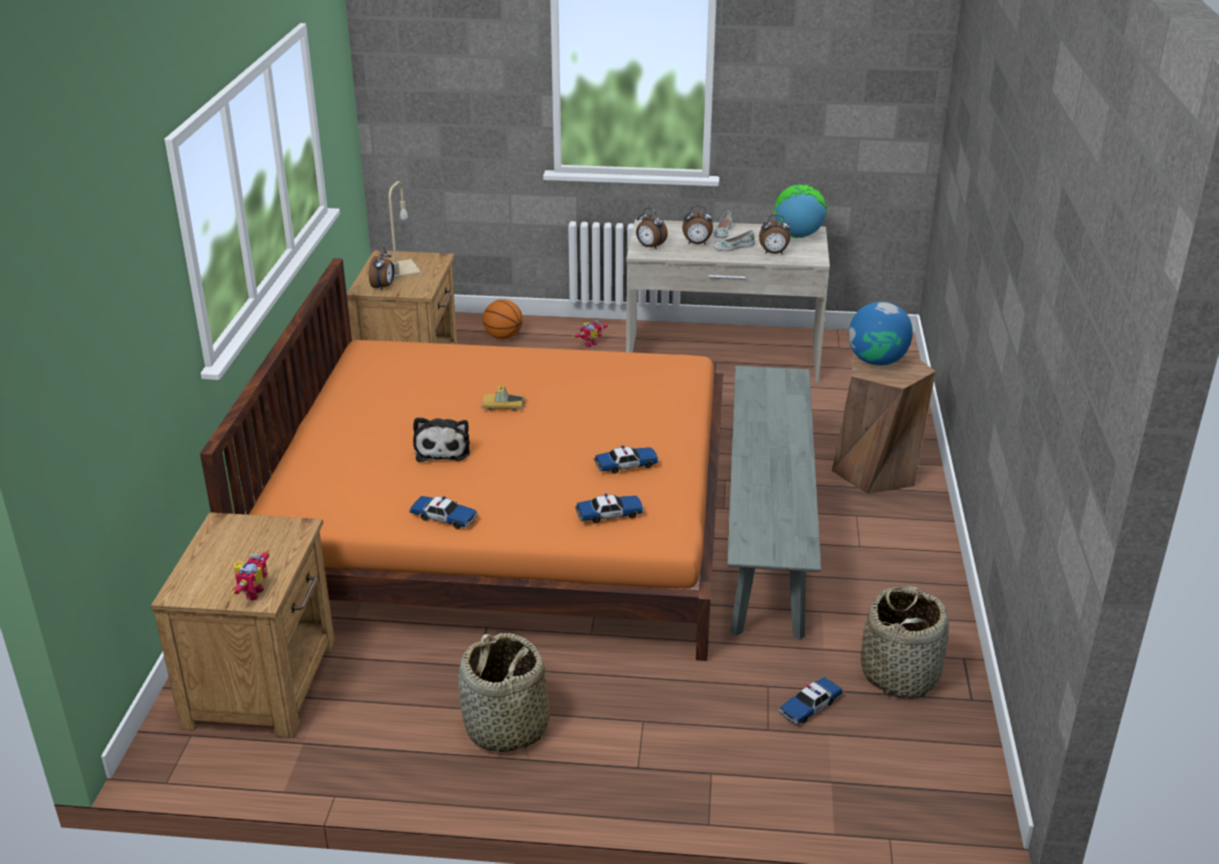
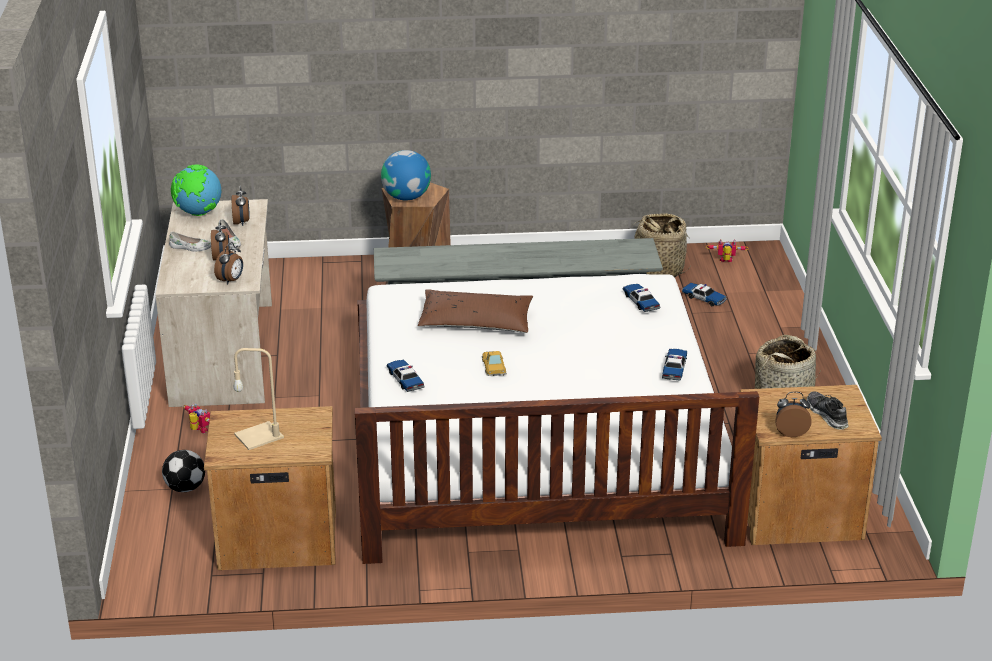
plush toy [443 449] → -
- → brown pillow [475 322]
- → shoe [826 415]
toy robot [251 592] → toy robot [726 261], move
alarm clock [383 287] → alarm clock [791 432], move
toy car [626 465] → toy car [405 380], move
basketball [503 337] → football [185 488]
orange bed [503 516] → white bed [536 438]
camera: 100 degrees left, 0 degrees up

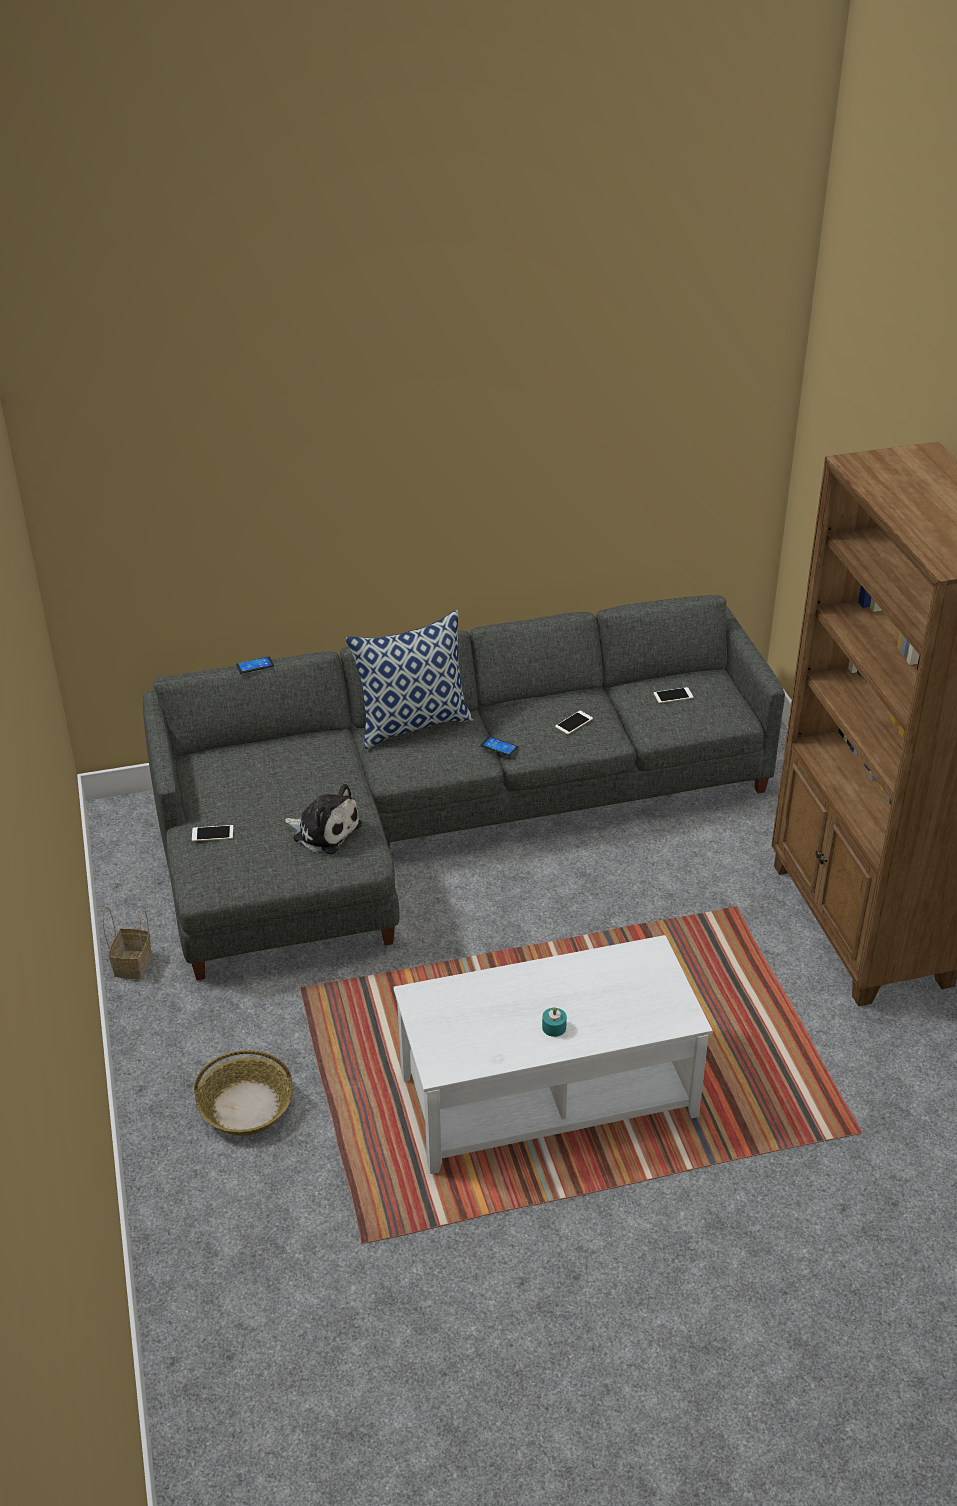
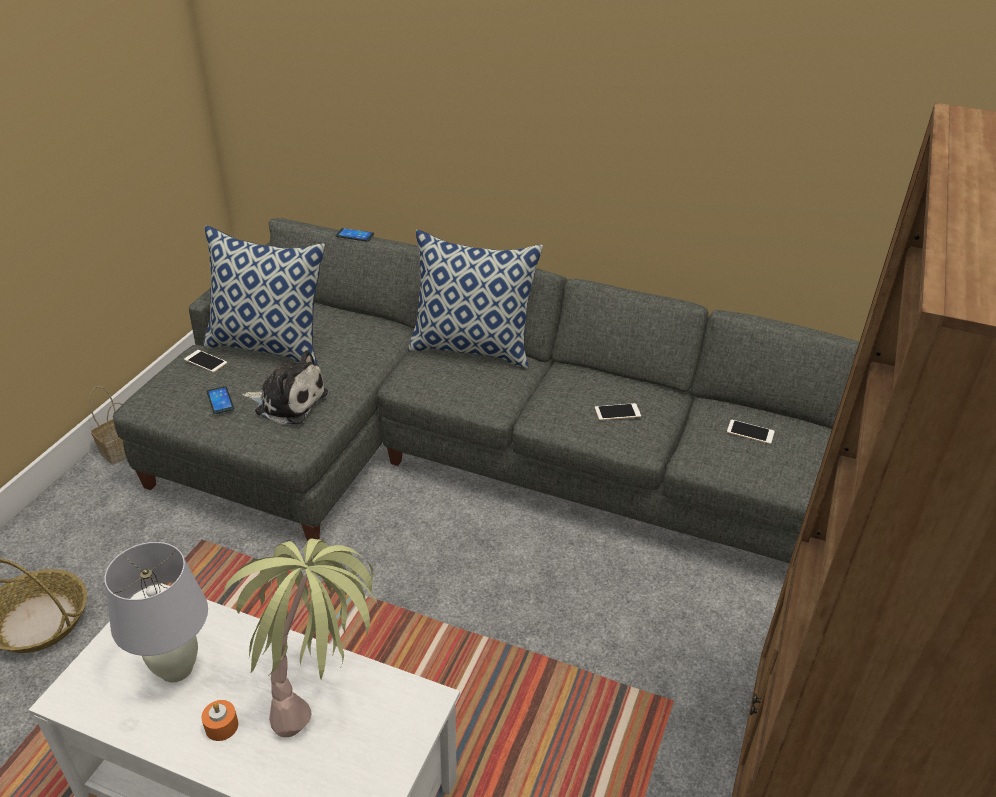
- → white table lamp [176 668]
- → pillow [269 346]
- → potted plant [319 689]
phone [499 747] → phone [220 400], move
turquoise candle [554 1027] → orange candle [221 726]
plush toy [324 831] → plush toy [288 402], 45 degrees counterclockwise
camera: 35 degrees right, 0 degrees up

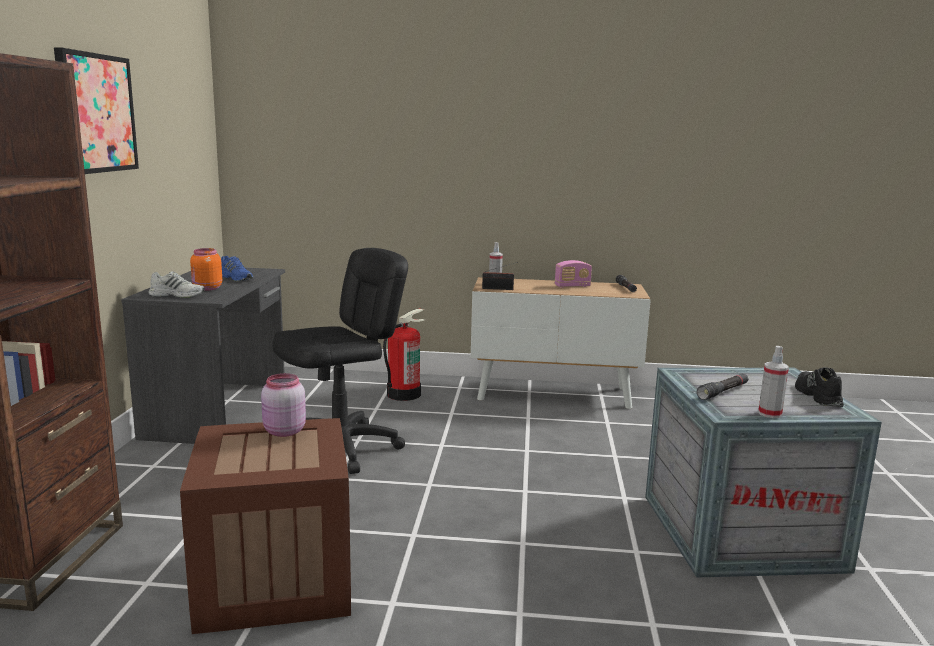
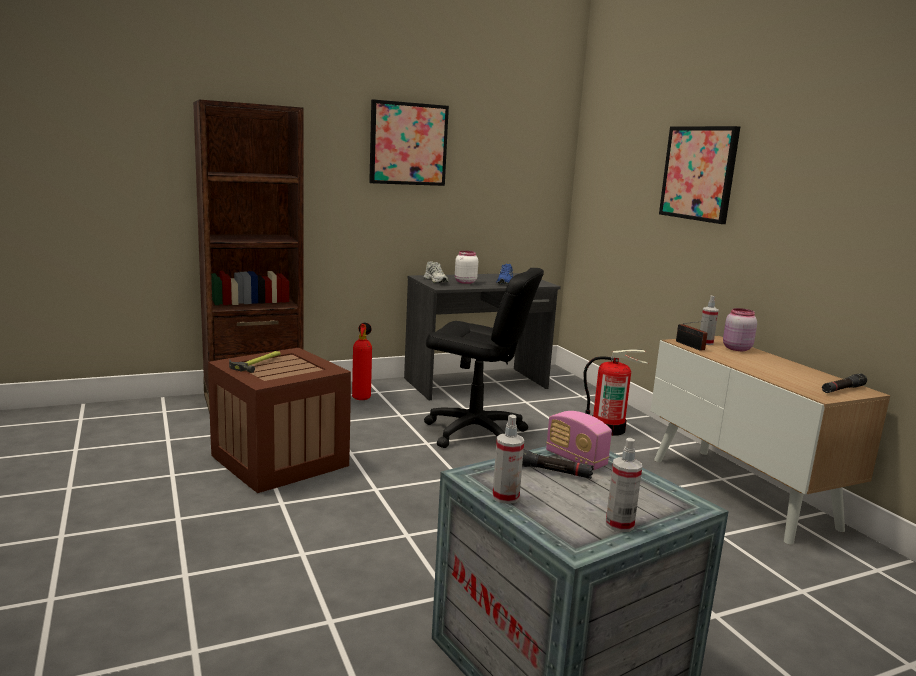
- → hammer [258 363]
- → fire extinguisher [361 397]
- → picture [699 173]
pink jar [283 432] → pink jar [735 348], move
radio [572 286] → radio [576 459], move
black shoe [816 395] → spray bottle [619 524]
orange jar [206 288] → white jar [464 282]
camera: 60 degrees right, 0 degrees up

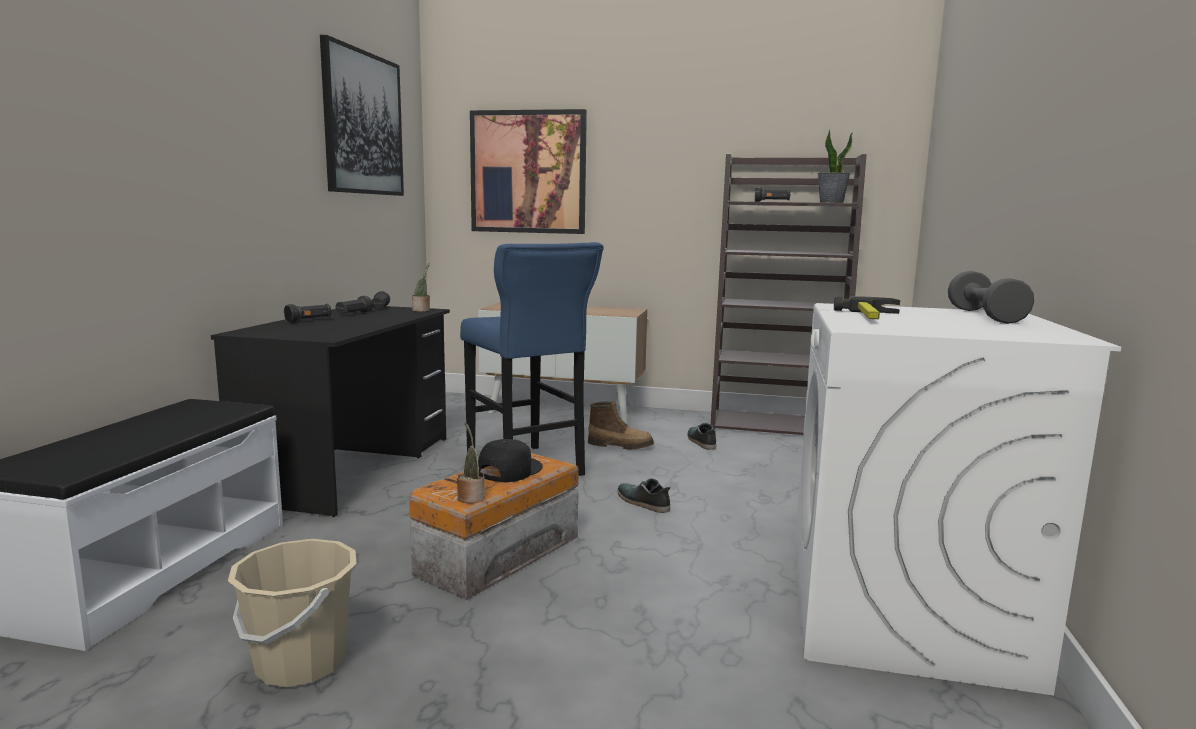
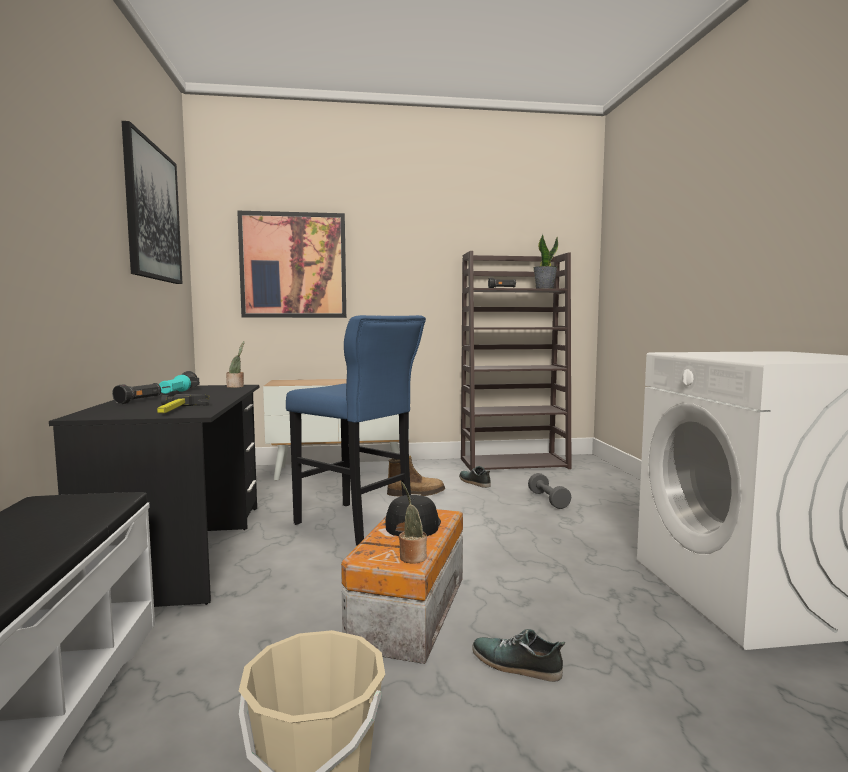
shoe [642 502] → shoe [516 665], move
hammer [871 317] → hammer [178 410], move
grey dumbbell [985 316] → grey dumbbell [548 500], move
black flashlight [353 314] → turquoise flashlight [174 393]
camera: 20 degrees left, 5 degrees down

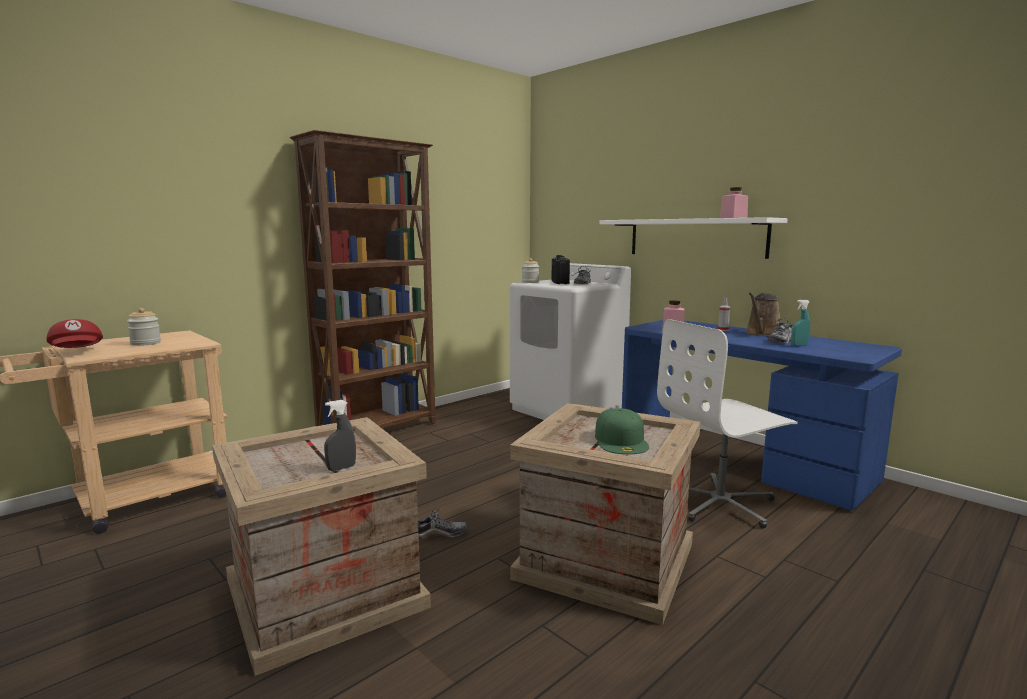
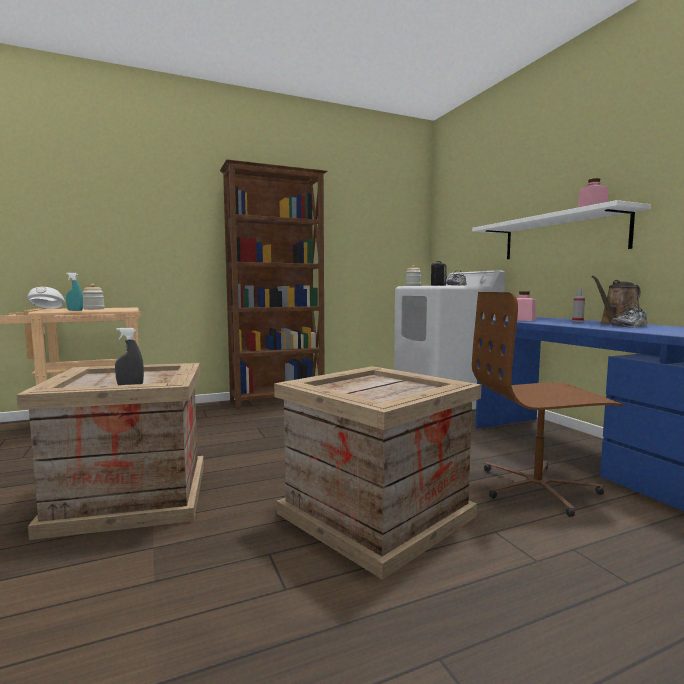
shoe [440 534] → -
green cap [621 441] → -
turquoise spray bottle [799 345] → turquoise spray bottle [75 310], move
red cap [78 351] → white cap [46 309]
white office chair [721 503] → brown office chair [538 488]
camera: 20 degrees right, 5 degrees down

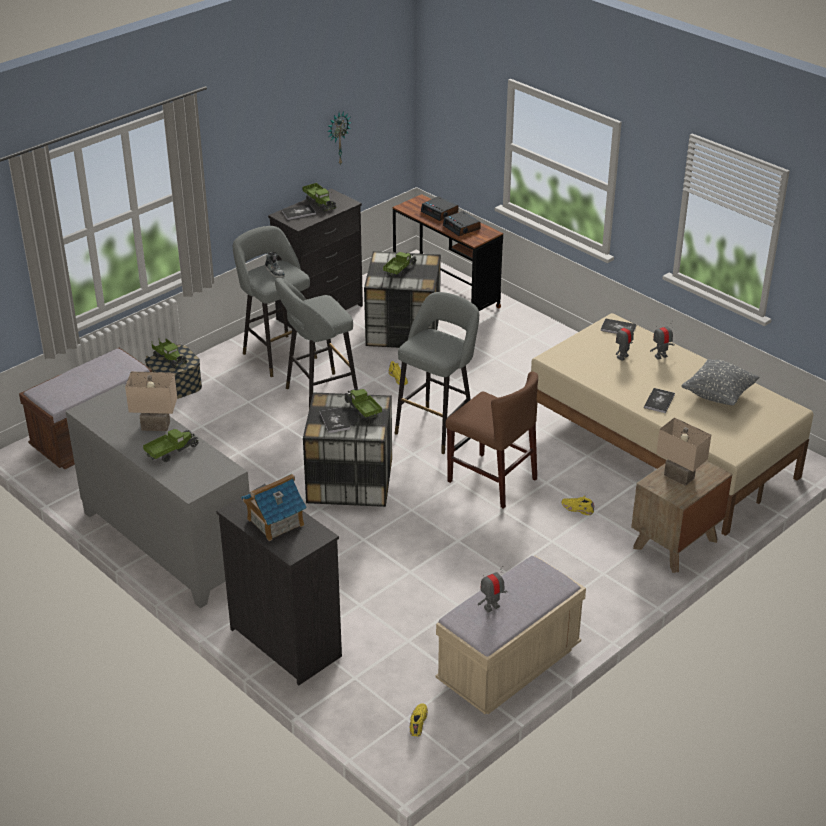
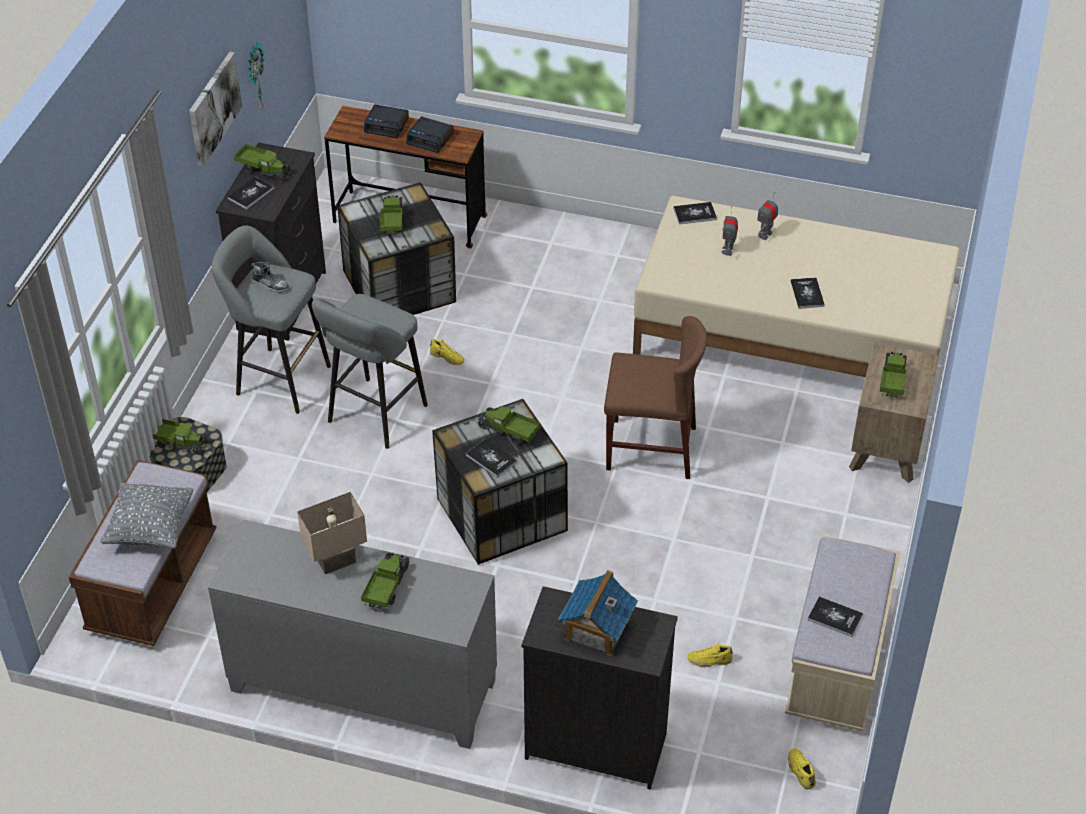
grey stool [437 427] → -
- → picture [213 108]
yellow shoe [577 509] → yellow shoe [709 660], move
grey pillow [718 395] → grey pillow [150 529], move
toy robot [491 607] → book [835 617]
beige table lamp [678 477] → toy truck [892 381]
camera: 30 degrees left, 10 degrees up

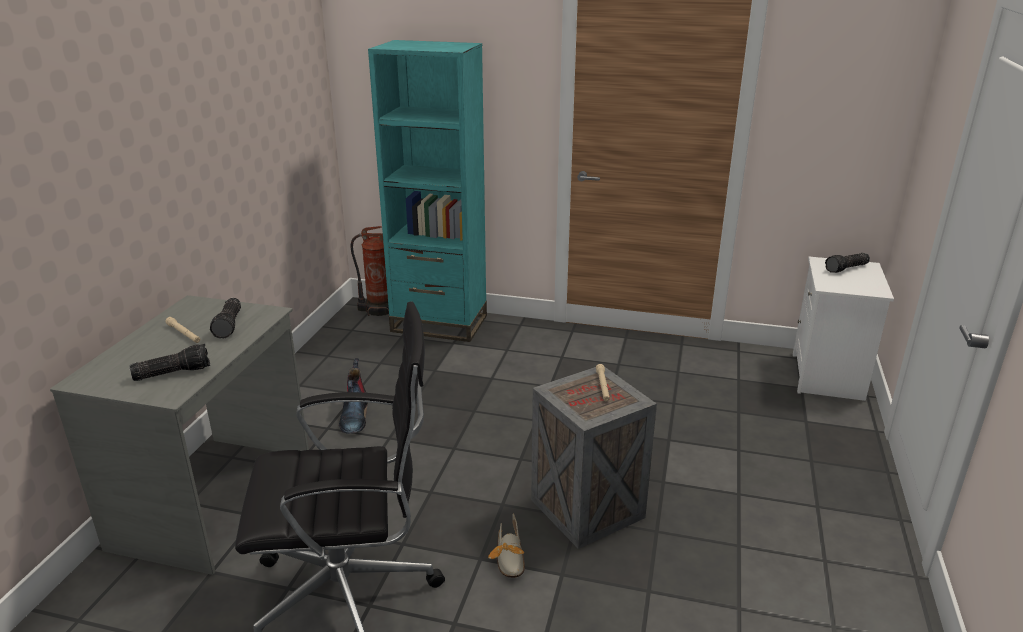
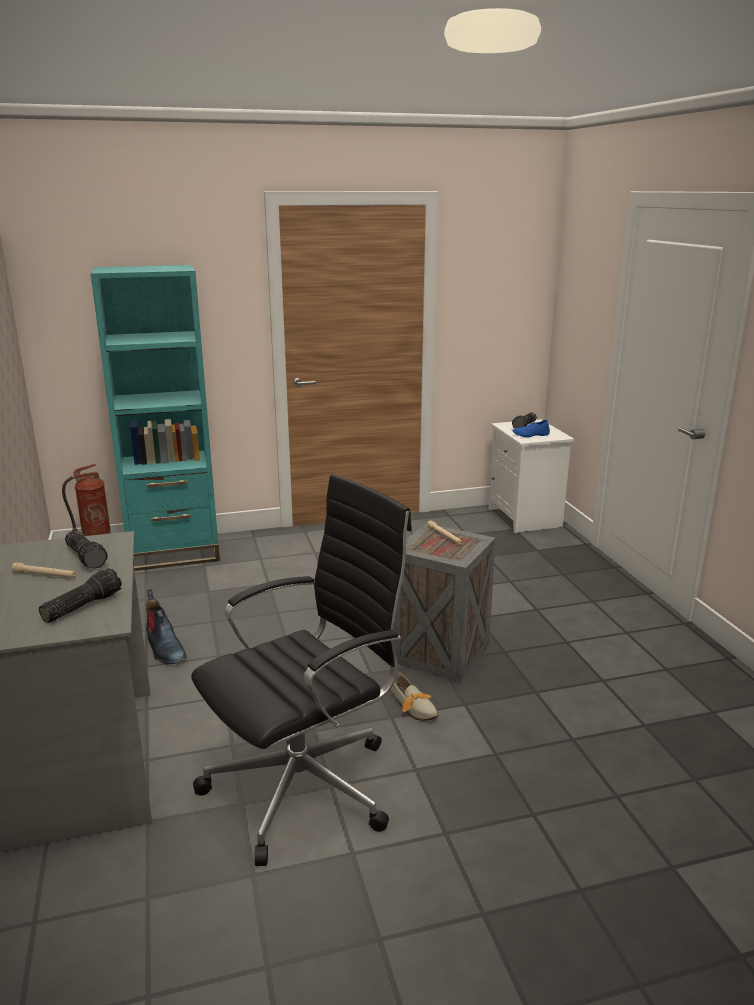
- → blue shoe [530 435]
camera: 30 degrees left, 5 degrees down

